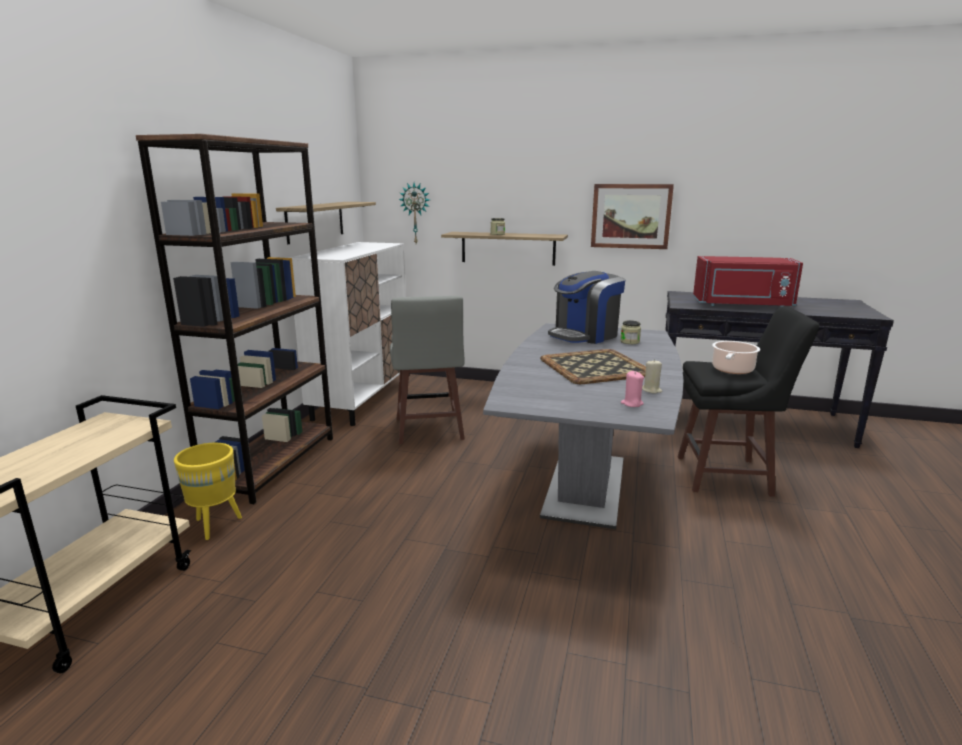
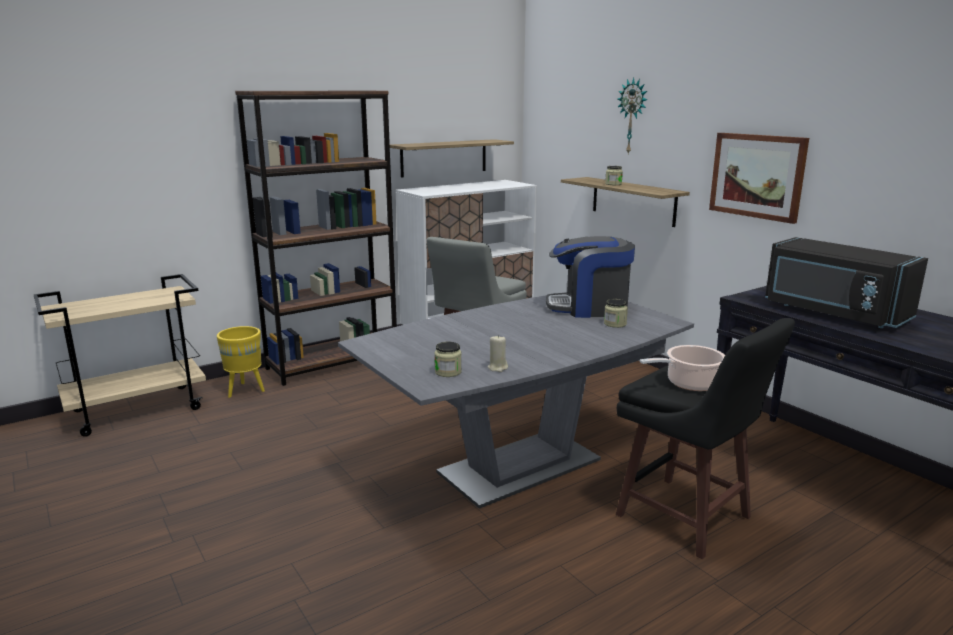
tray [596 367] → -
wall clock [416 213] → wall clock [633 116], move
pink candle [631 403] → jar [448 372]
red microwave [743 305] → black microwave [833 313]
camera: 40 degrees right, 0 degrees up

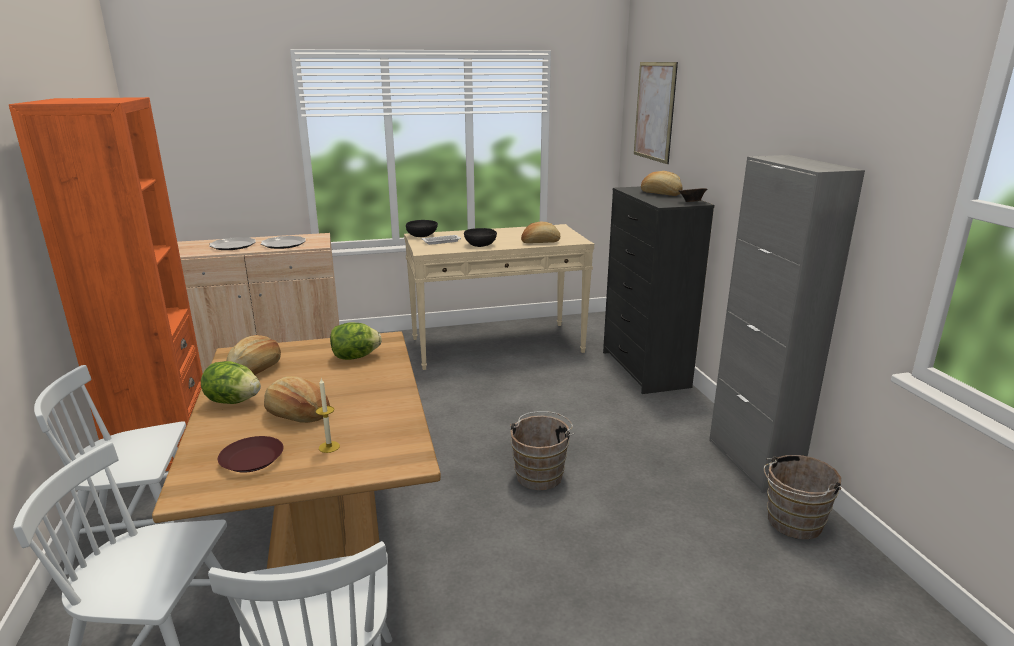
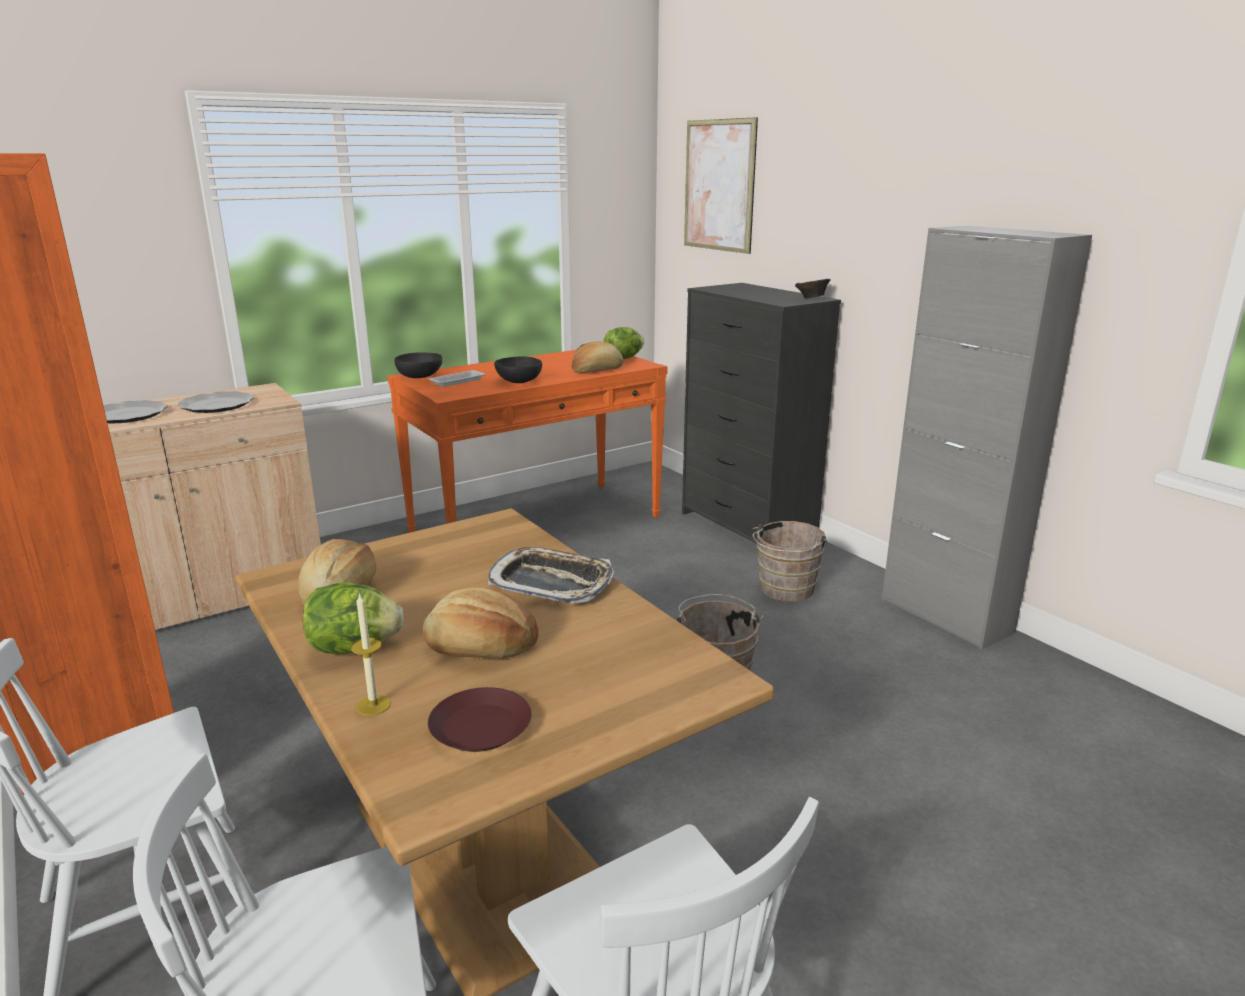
bread [661 194] → -
- → tray [551 583]
candle [329 447] → candle [373 705], move
lettuce [355 357] → lettuce [623 358], move
brown bucket [792 524] → brown bucket [784 591], move
beige console table [497 345] → orange console table [537 523]
camera: 20 degrees left, 0 degrees up

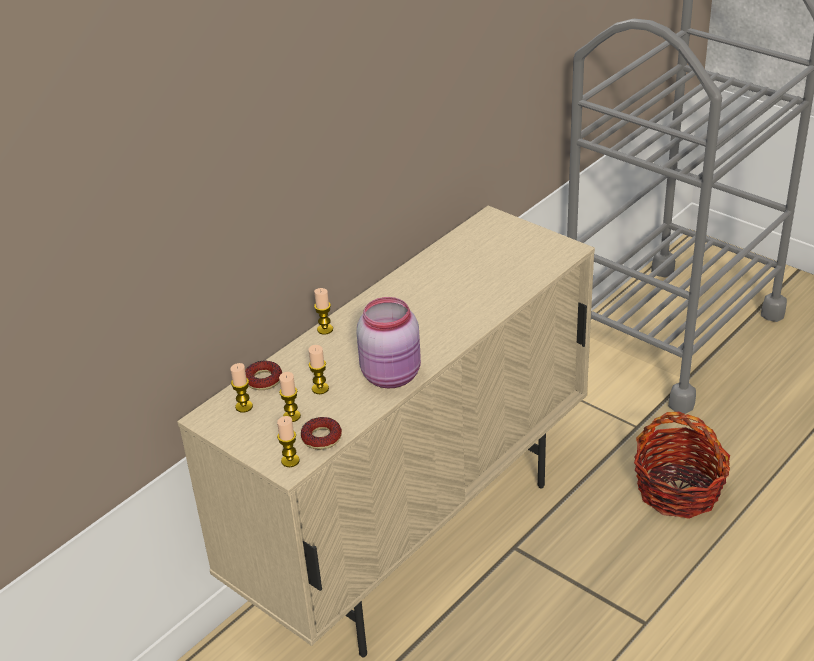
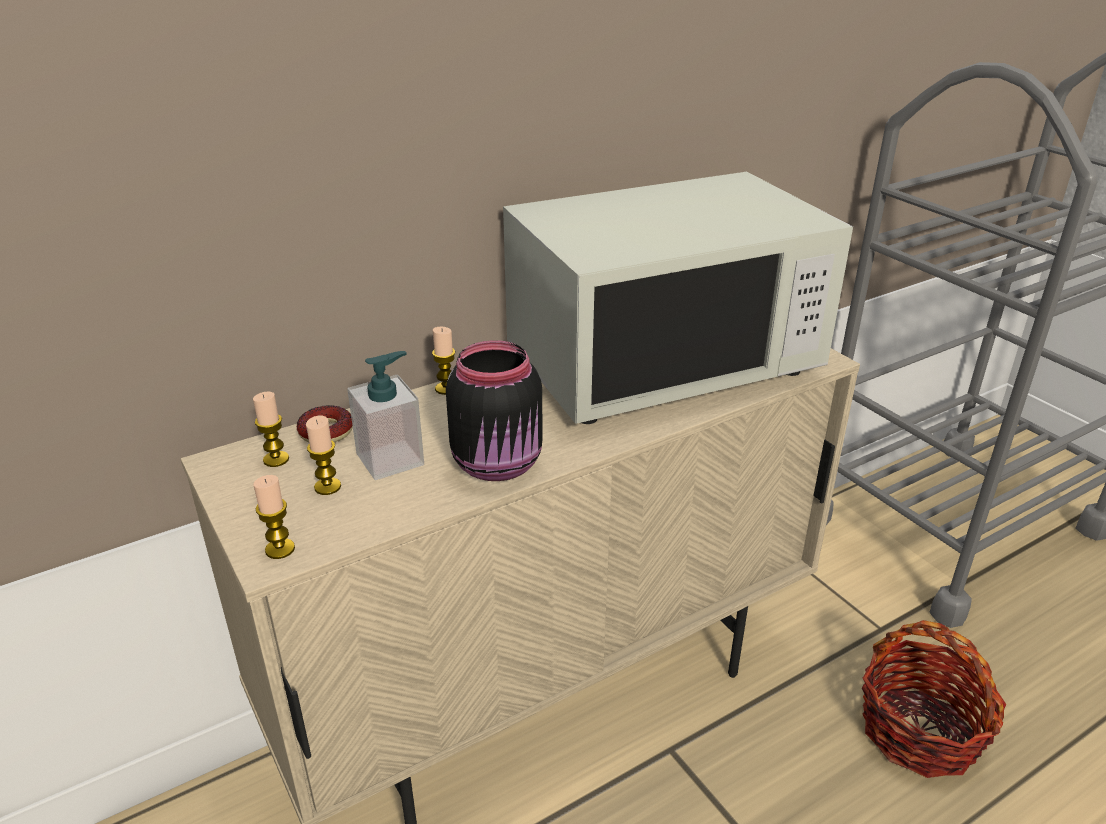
donut [321 438] → -
- → white microwave [662 364]
candle [320 388] → soap dispenser [390 459]
pink jar [393 375] → black jar [499 464]
camera: 15 degrees right, 5 degrees down

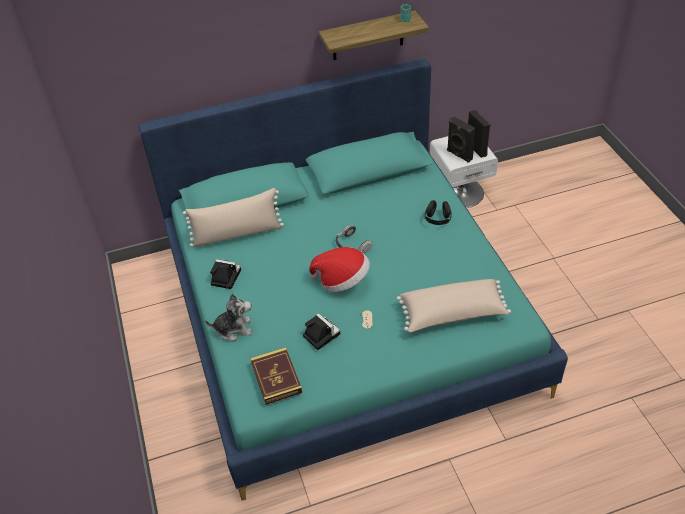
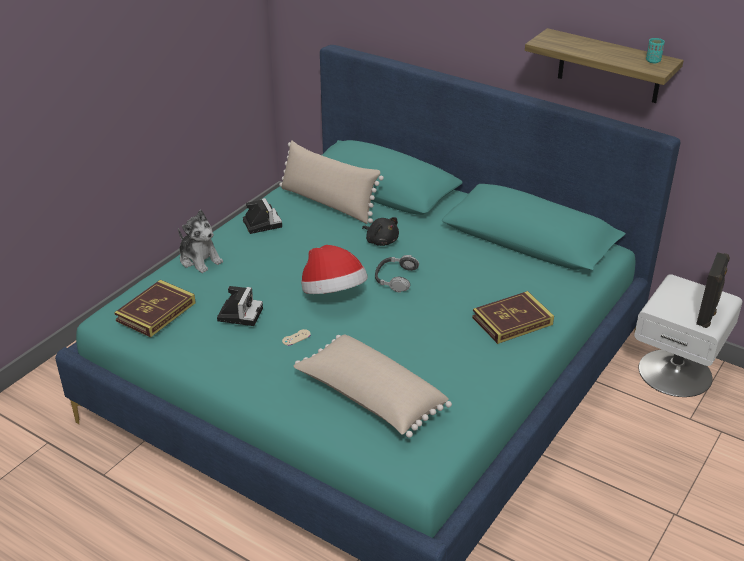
black speaker [459 155] → -
- → black plush toy [381 241]
black headphones [437 219] → book [512 321]
camera: 50 degrees right, 10 degrees down

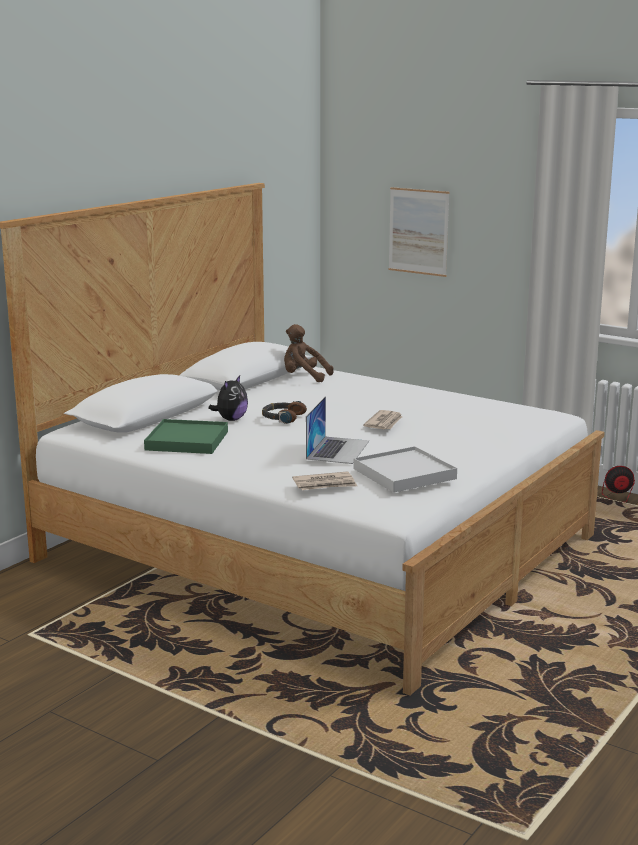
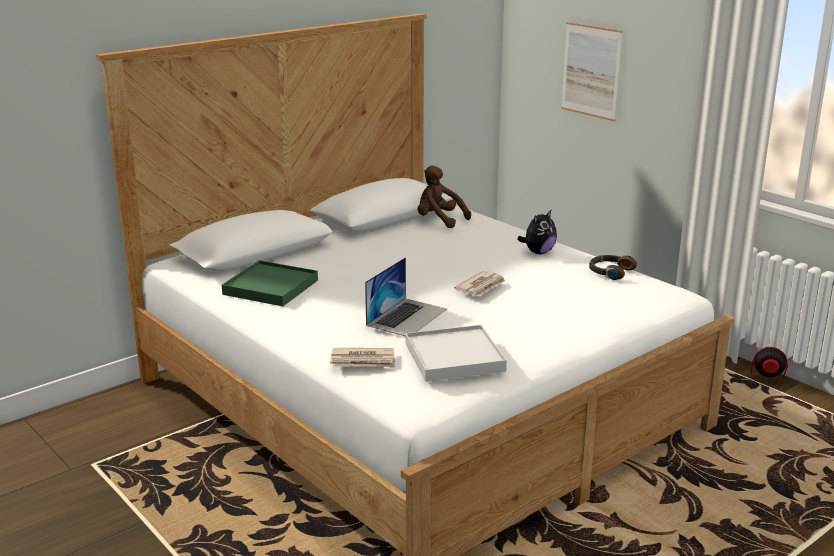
plush toy [231 419] → plush toy [538 252], move
headphones [282 417] → headphones [610 271], move
camera: 15 degrees right, 5 degrees up

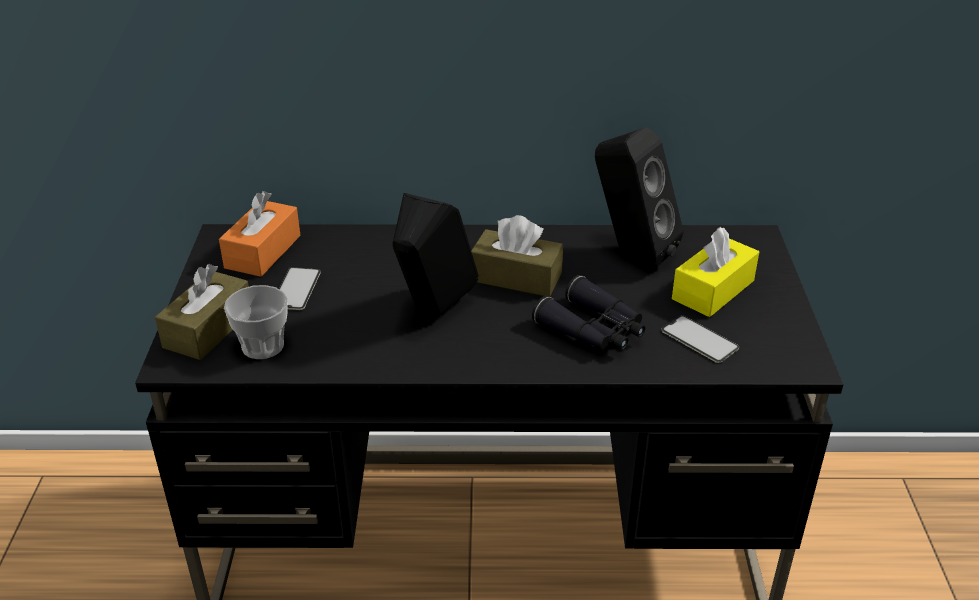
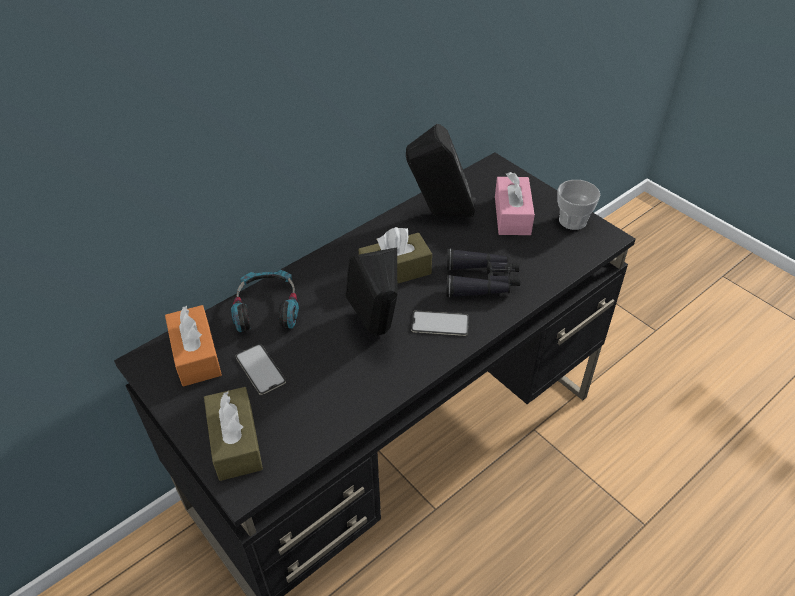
- → headphones [267 308]
cup [263 346] → cup [572 221], move
phone [699 339] → phone [440 323], move
yellow tissue box [713 290] → pink tissue box [512 215]
camera: 40 degrees left, 10 degrees up

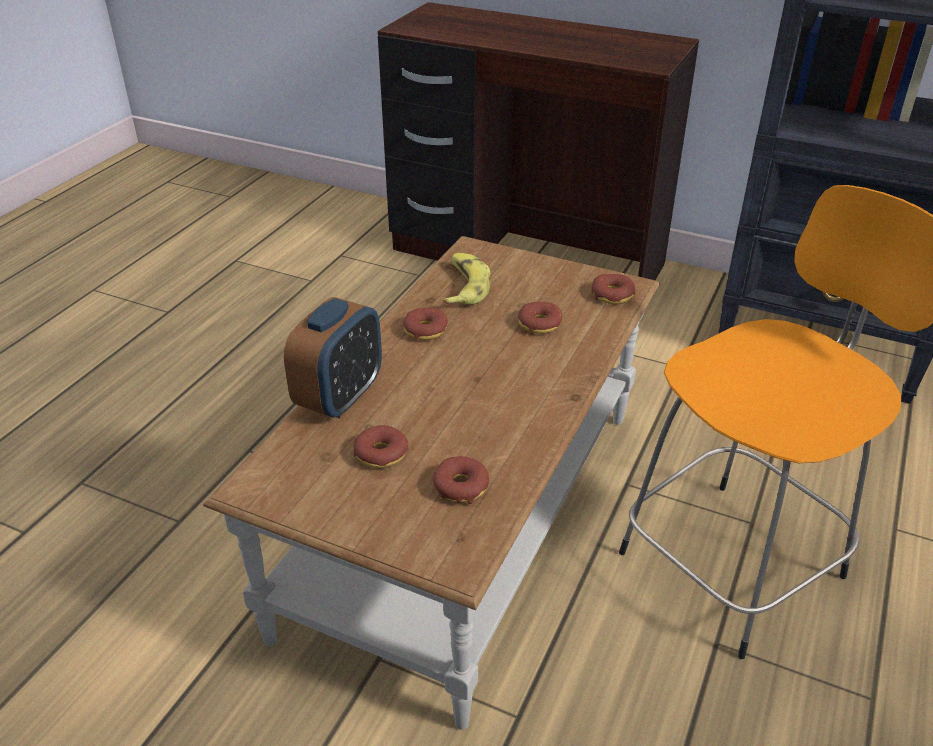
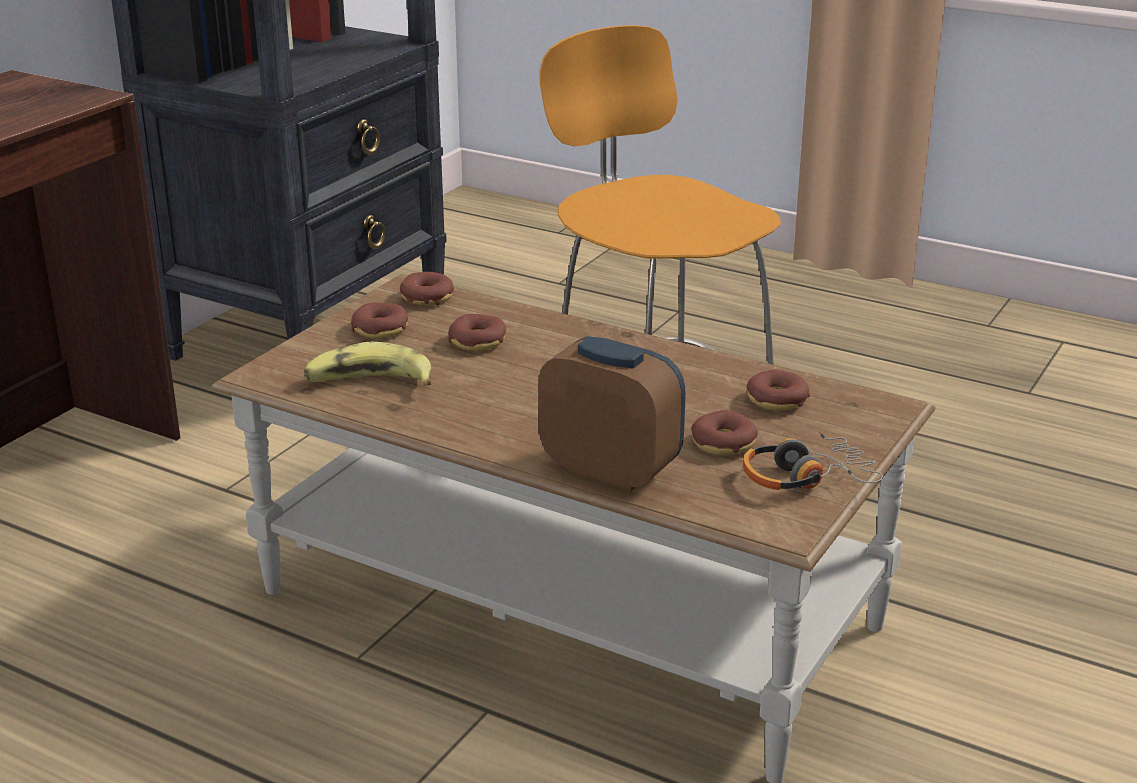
- → headphones [806 477]
donut [425 330] → donut [380 329], move
camera: 85 degrees left, 10 degrees down

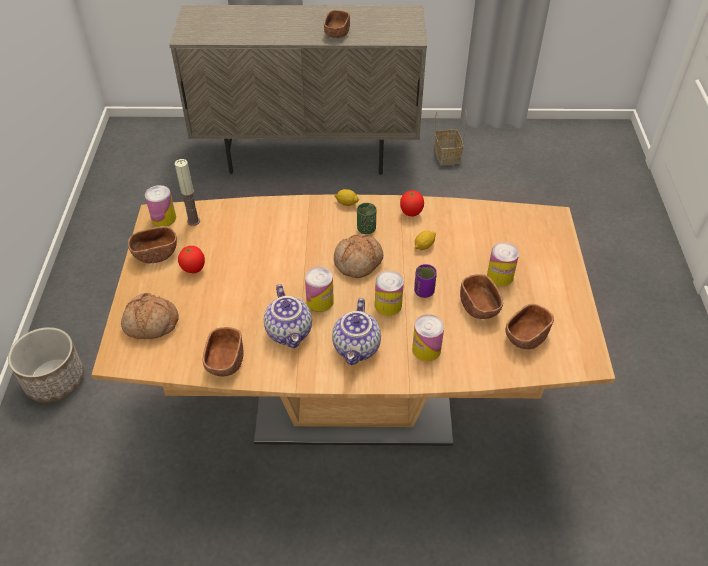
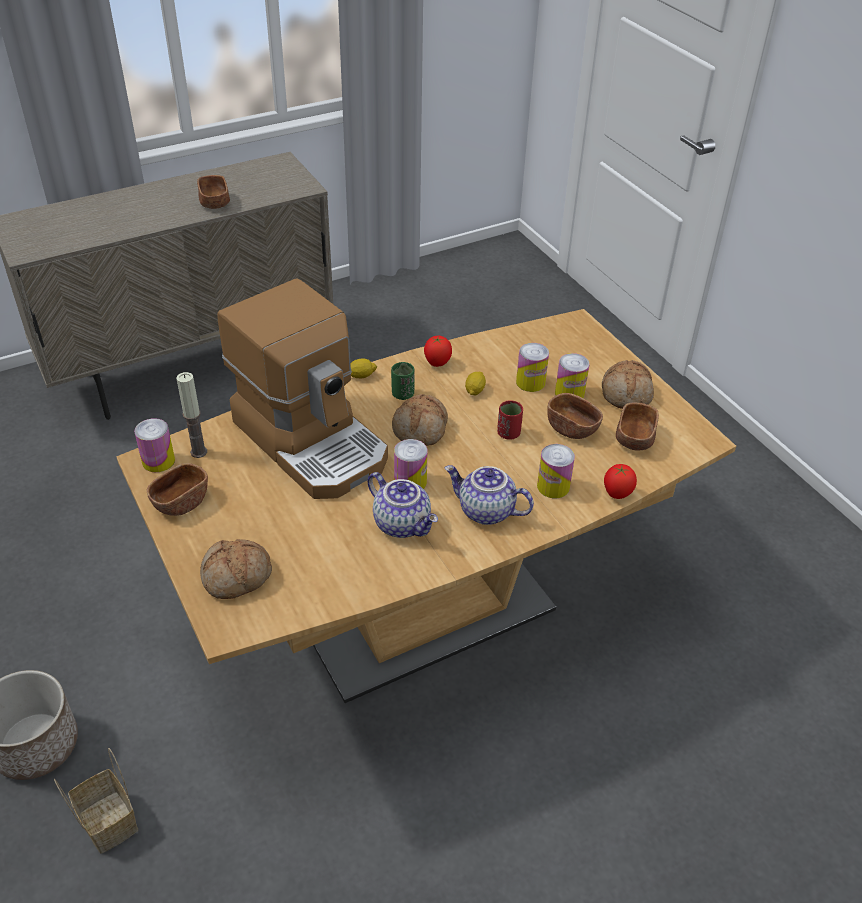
brown bowl [225 362] → -
- → coffee machine [313 440]
- → bread [627 394]
tomato [194 269] → tomato [616 494], move
can [388 305] → can [530 382], move
basket [446 155] → basket [106 821], move
purple cup [424 291] → red cup [508 433]
teapot [357 348] → teapot [485 512], 135 degrees clockwise
camera: 30 degrees left, 5 degrees down

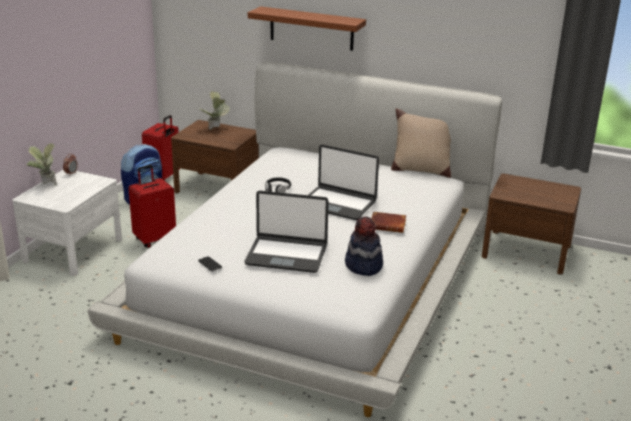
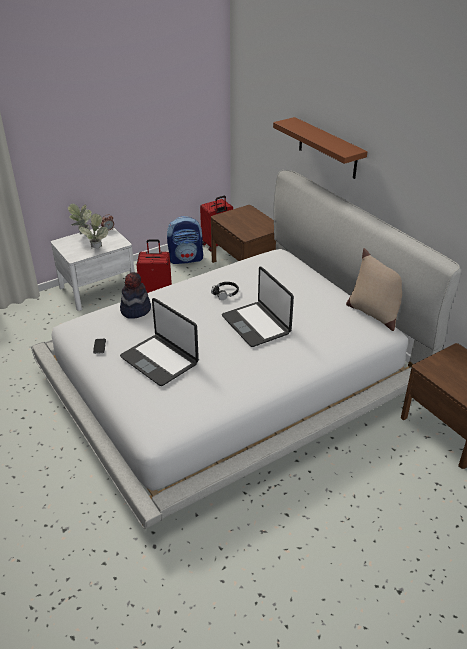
brown book [388 225] → -
potted plant [216 129] → potted plant [96 250], move
hat [363 266] → hat [135 309], move
camera: 35 degrees right, 10 degrees up

